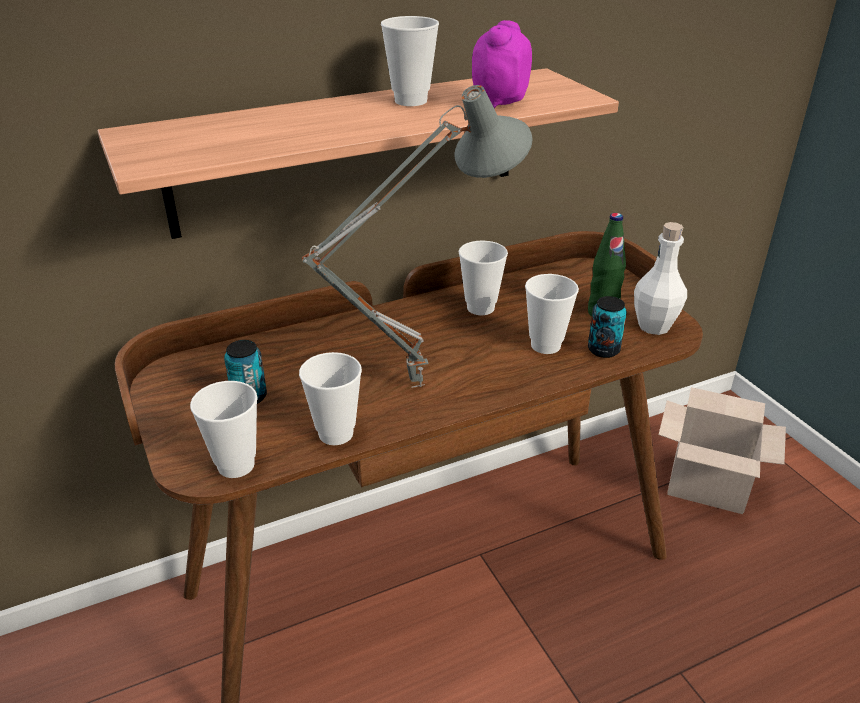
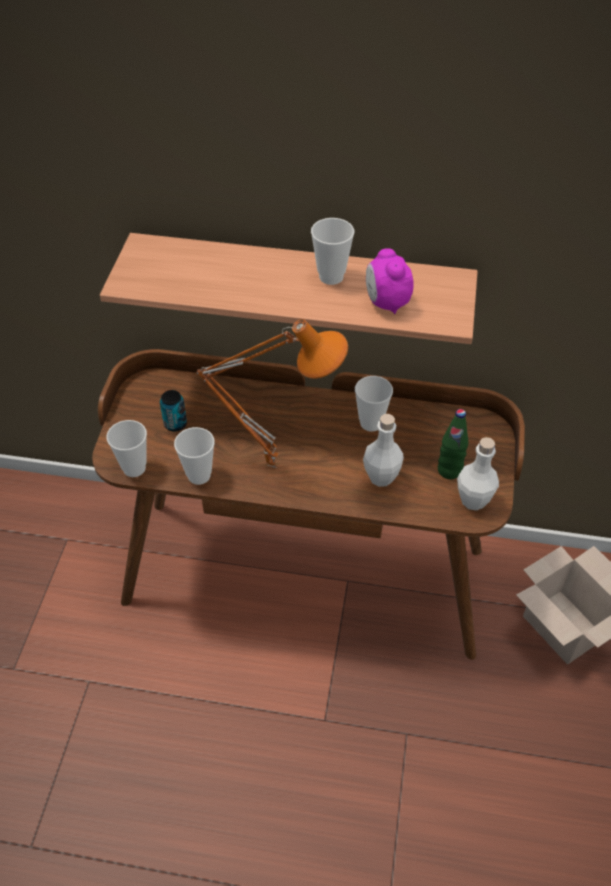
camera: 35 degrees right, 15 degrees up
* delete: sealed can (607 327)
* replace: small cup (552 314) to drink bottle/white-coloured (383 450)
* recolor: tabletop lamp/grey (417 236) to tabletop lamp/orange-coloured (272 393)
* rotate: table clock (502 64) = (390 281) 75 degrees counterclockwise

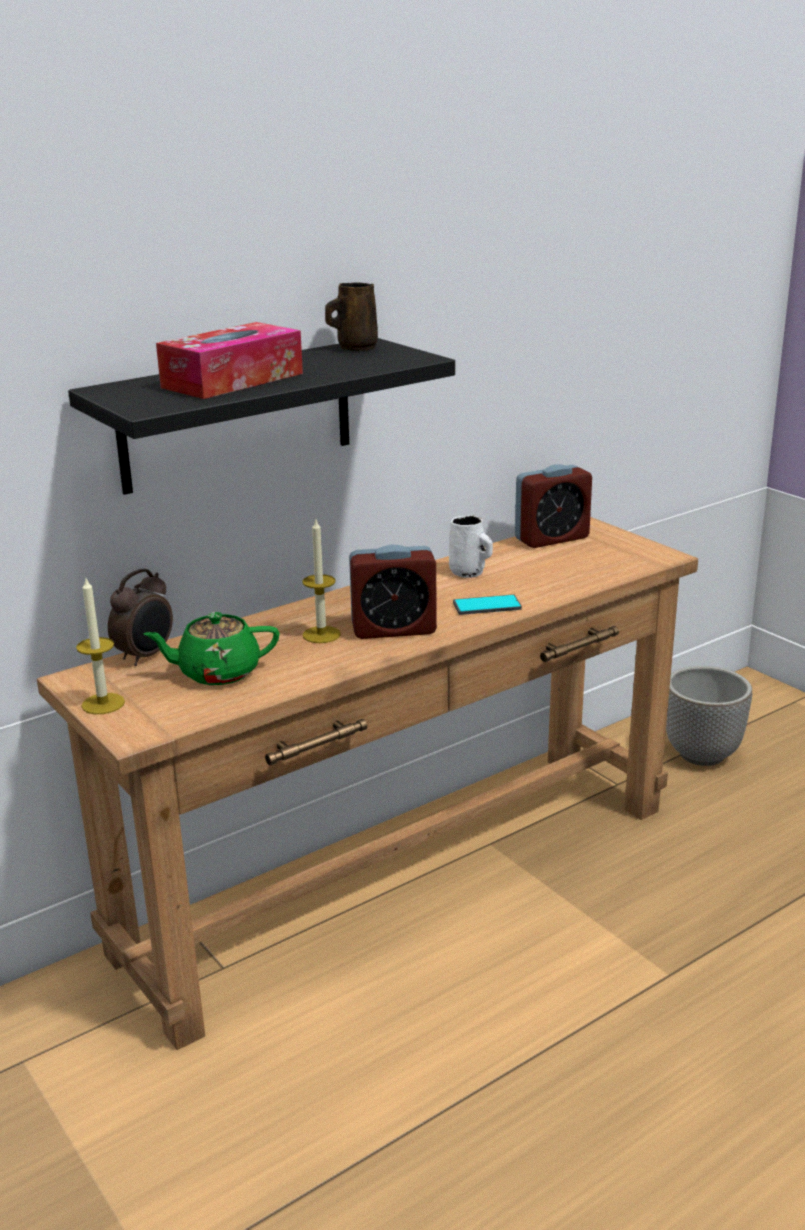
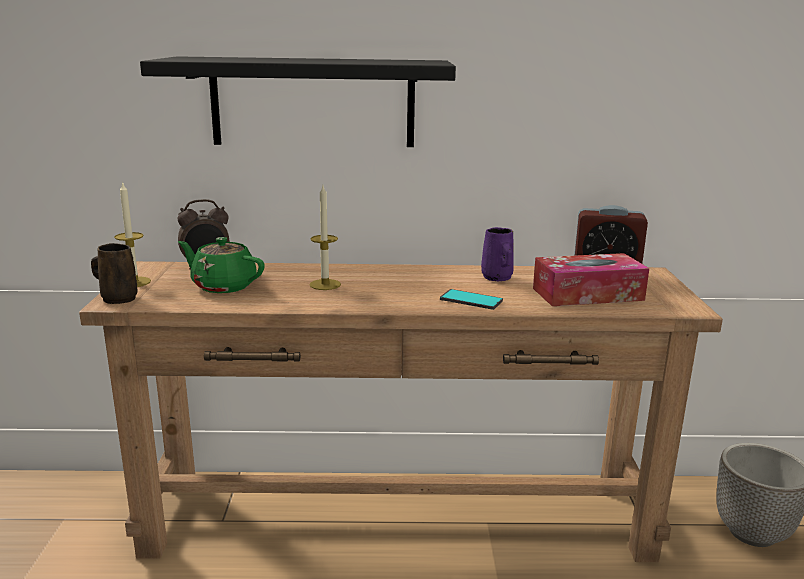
camera: 35 degrees right, 5 degrees down
* delete: table clock (393 592)
* move: tissue holder (229 360) to (591 279)
* move: mug/brownish (351 316) to (114 273)
* recolor: mug/white-coloured (471 546) to mug/purple-coloured (497 254)

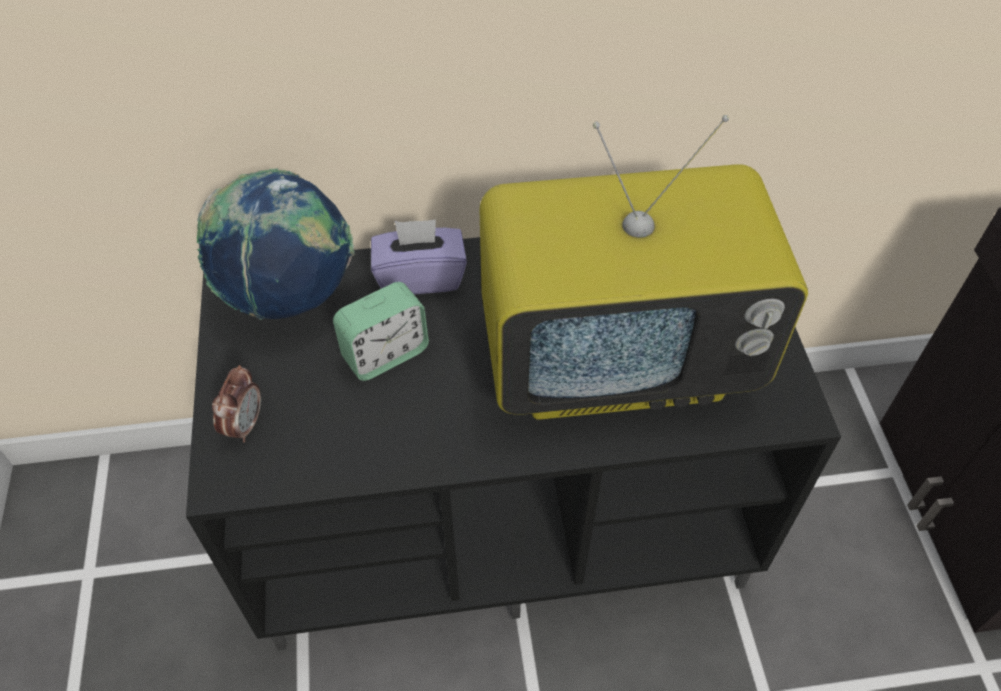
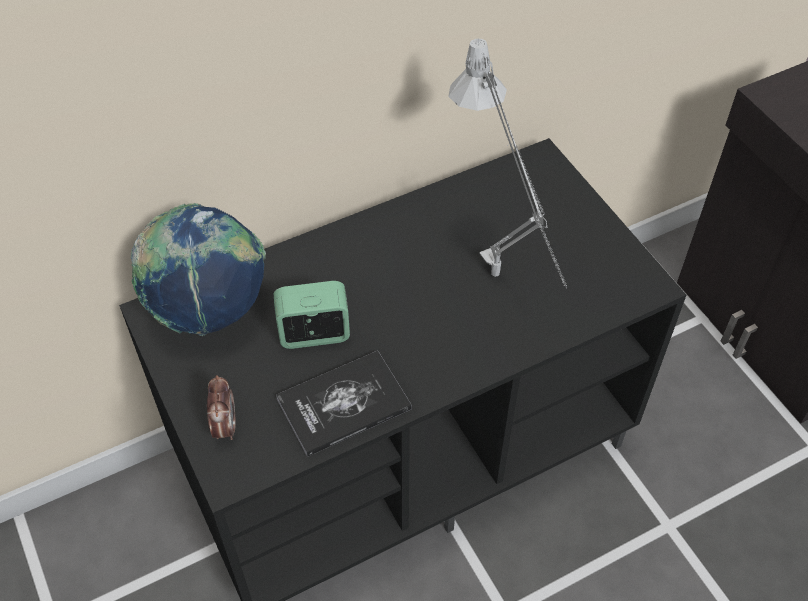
camera: 20 degrees left, 0 degrees up
* delete: tissue holder/purple-coloured (419 257)
* insert: book (344 404)
* replace: television (644 267) to tabletop lamp/grey (507 163)
* rotate: table clock (381 331) = (312 315) 135 degrees counterclockwise

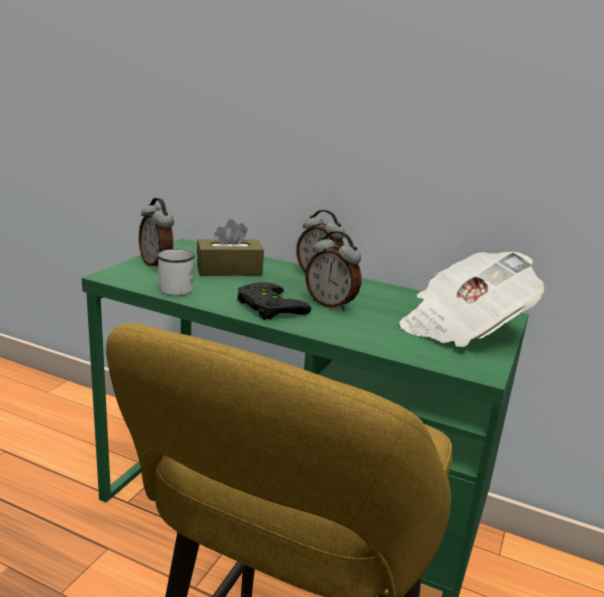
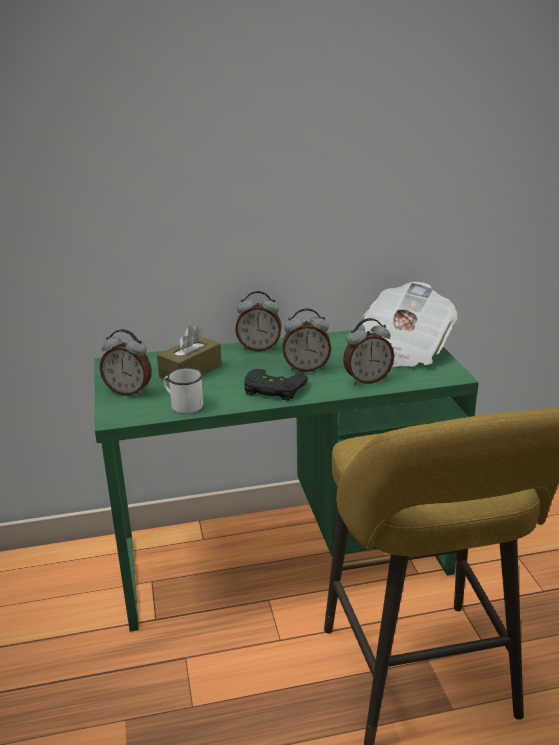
camera: 35 degrees left, 5 degrees up
* insert: table clock (368 351)

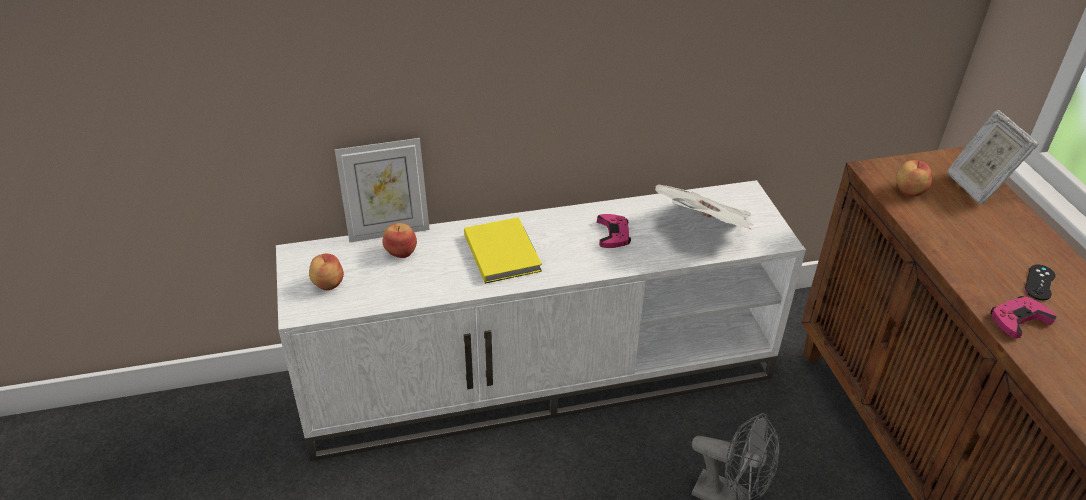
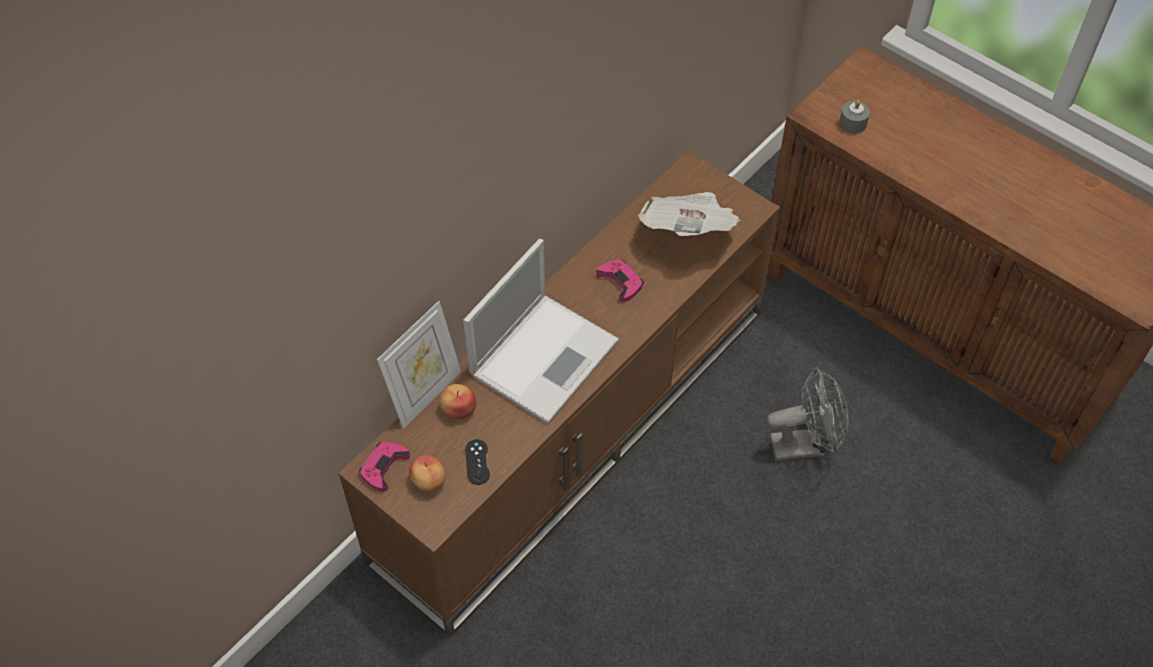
camera: 35 degrees left, 15 degrees up
* delete: standing frame (992 157)
* move: game controller/pink (1024 317) to (384 467)
* move: game controller/blackish (1040 282) to (477 462)
* replace: book/yellow-coloured (503 250) to notebook computer (541 331)
* replace: apple fruit (914 178) to candle/grey (854 117)
* recolor: tv unit/white-coloured (541 320) to tv unit/brownish (559 394)

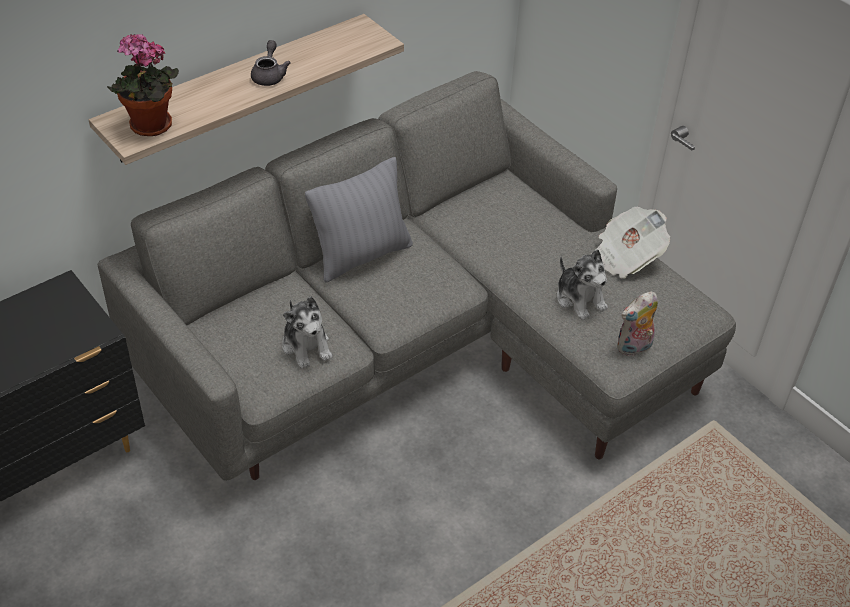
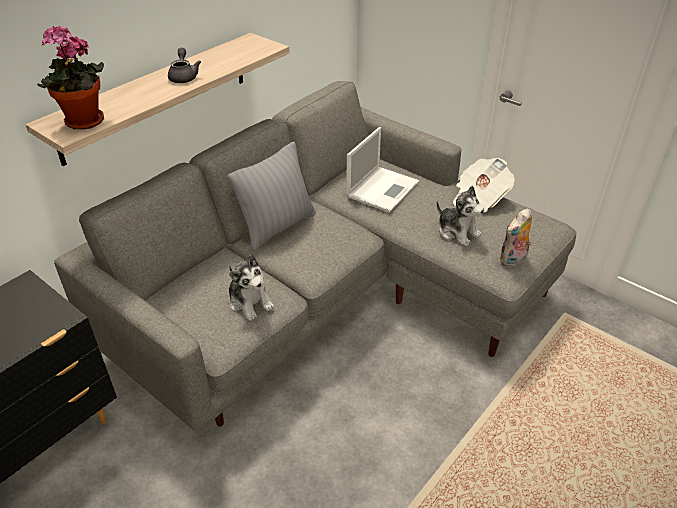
camera: 10 degrees left, 5 degrees down
* insert: notebook computer (382 170)

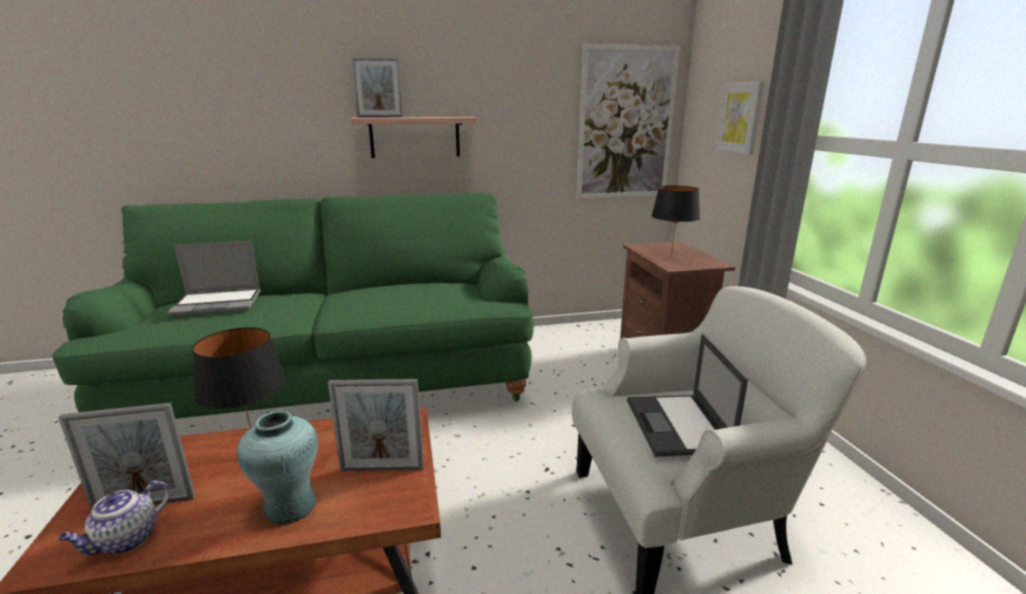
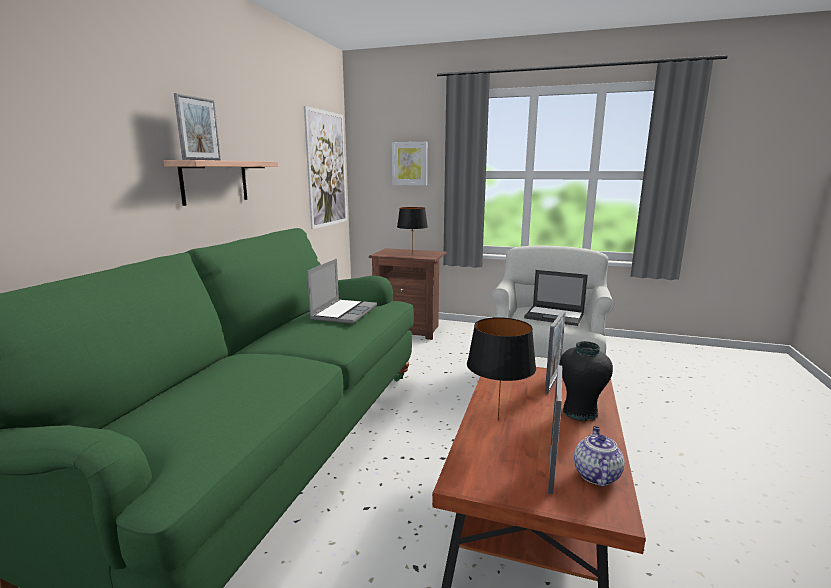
camera: 60 degrees left, 5 degrees down
* move: notebook computer (214 279) to (342 291)
* recolor: decorative vase/turquoise-coloured (277 468) to decorative vase/blackish (586 381)
* rotate: pot for tea (114 517) = (599 456) 135 degrees counterclockwise

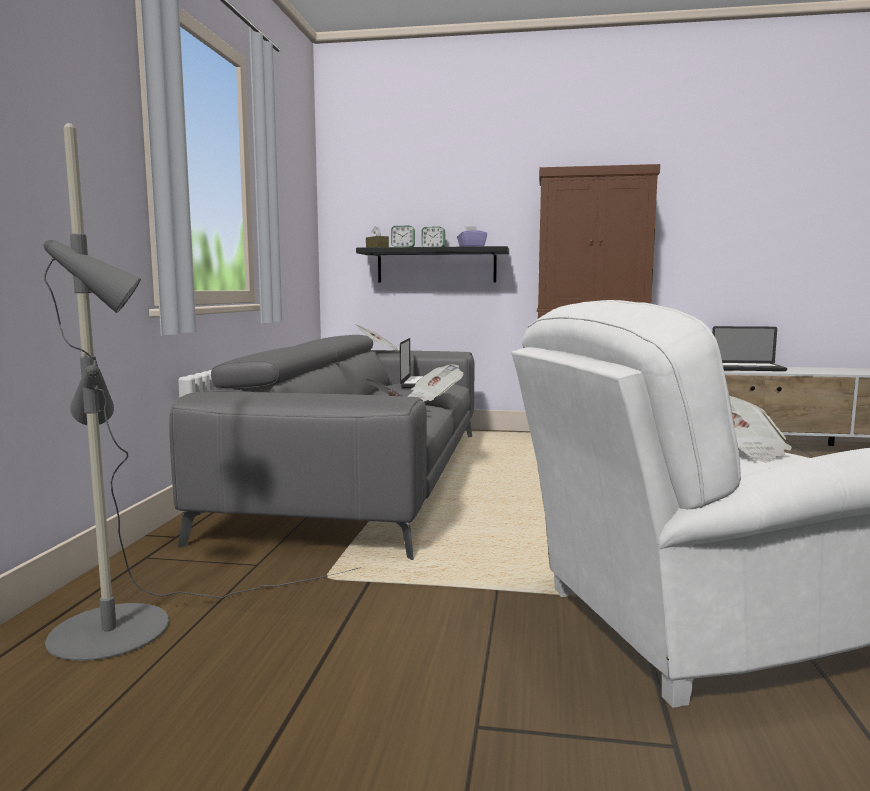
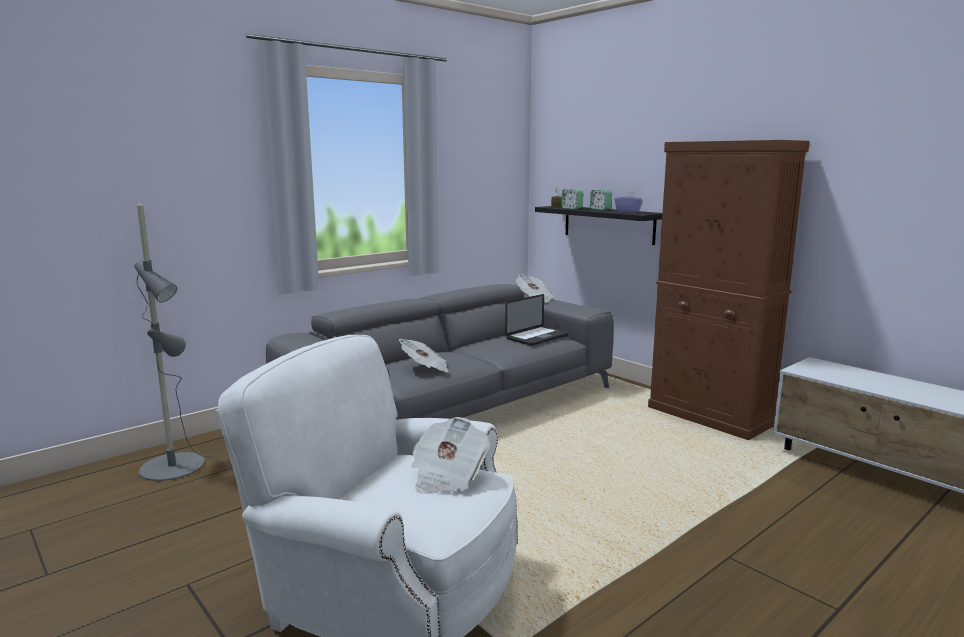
camera: 40 degrees right, 5 degrees up
* delete: daily paper (435 383)
* delete: notebook computer (749 348)

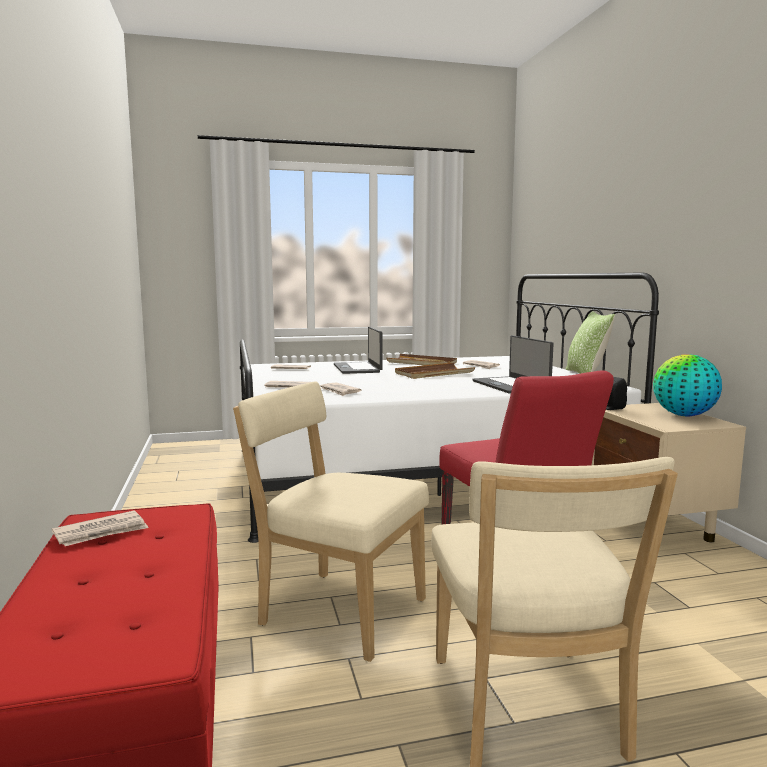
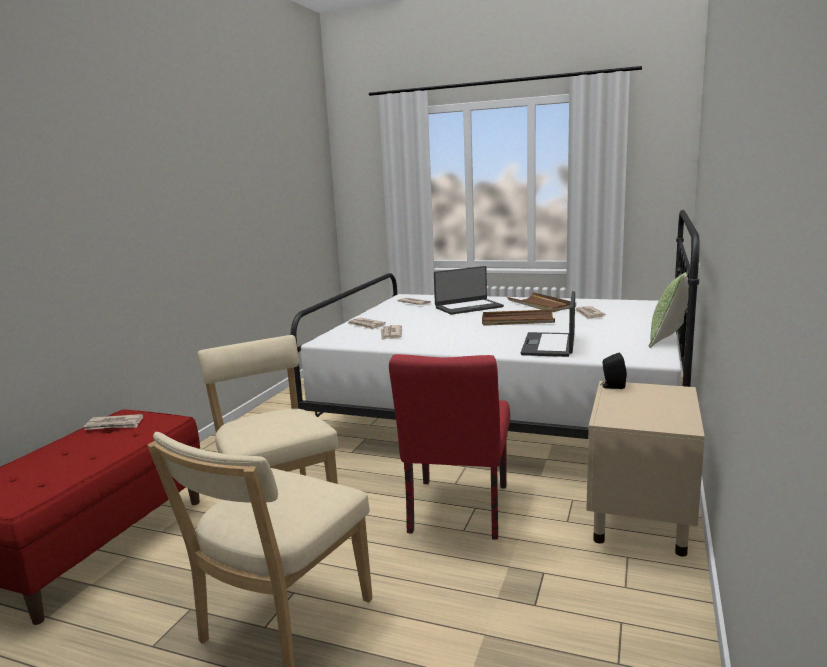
camera: 35 degrees right, 5 degrees up
* delete: desk globe (687 385)
* rotate: notebook computer (358 350) = (469 290) 135 degrees counterclockwise

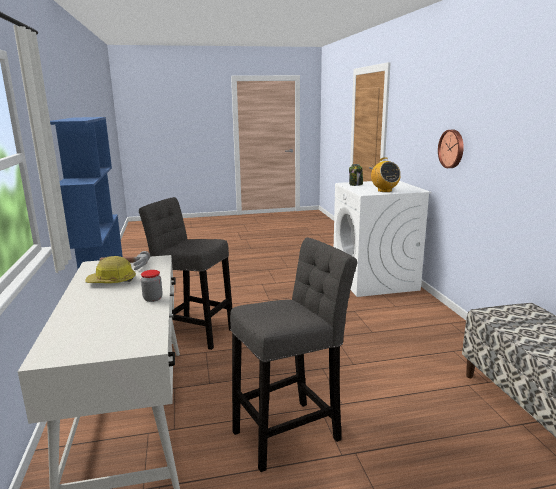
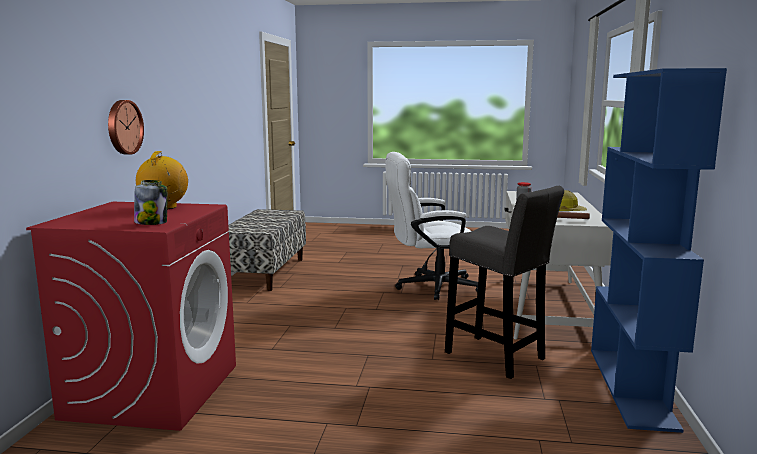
camera: 160 degrees left, 5 degrees down
* replace: stool/grey (293 354) to desk chair/white-coloured (431 226)
* recolor: washing machine/white-coloured (382 239) to washing machine/red-coloured (131 316)

